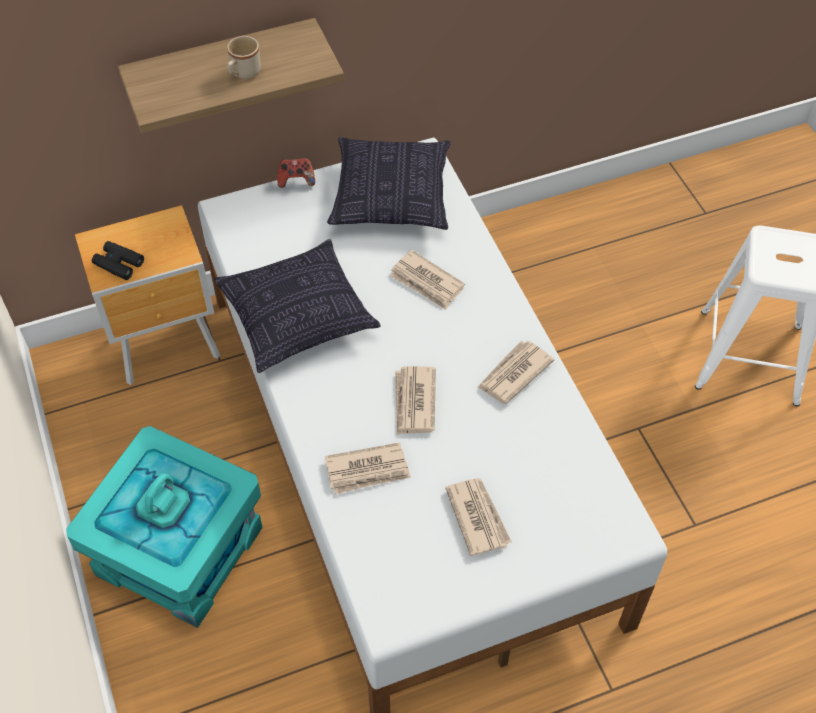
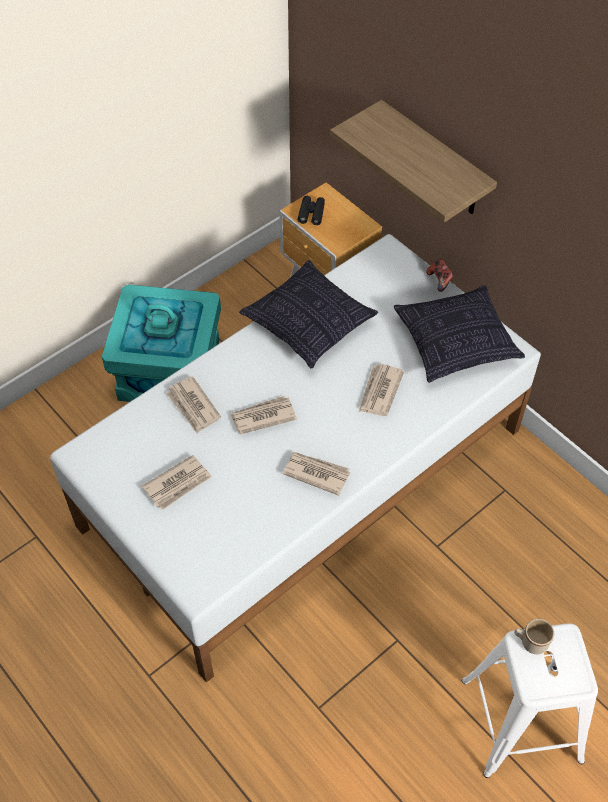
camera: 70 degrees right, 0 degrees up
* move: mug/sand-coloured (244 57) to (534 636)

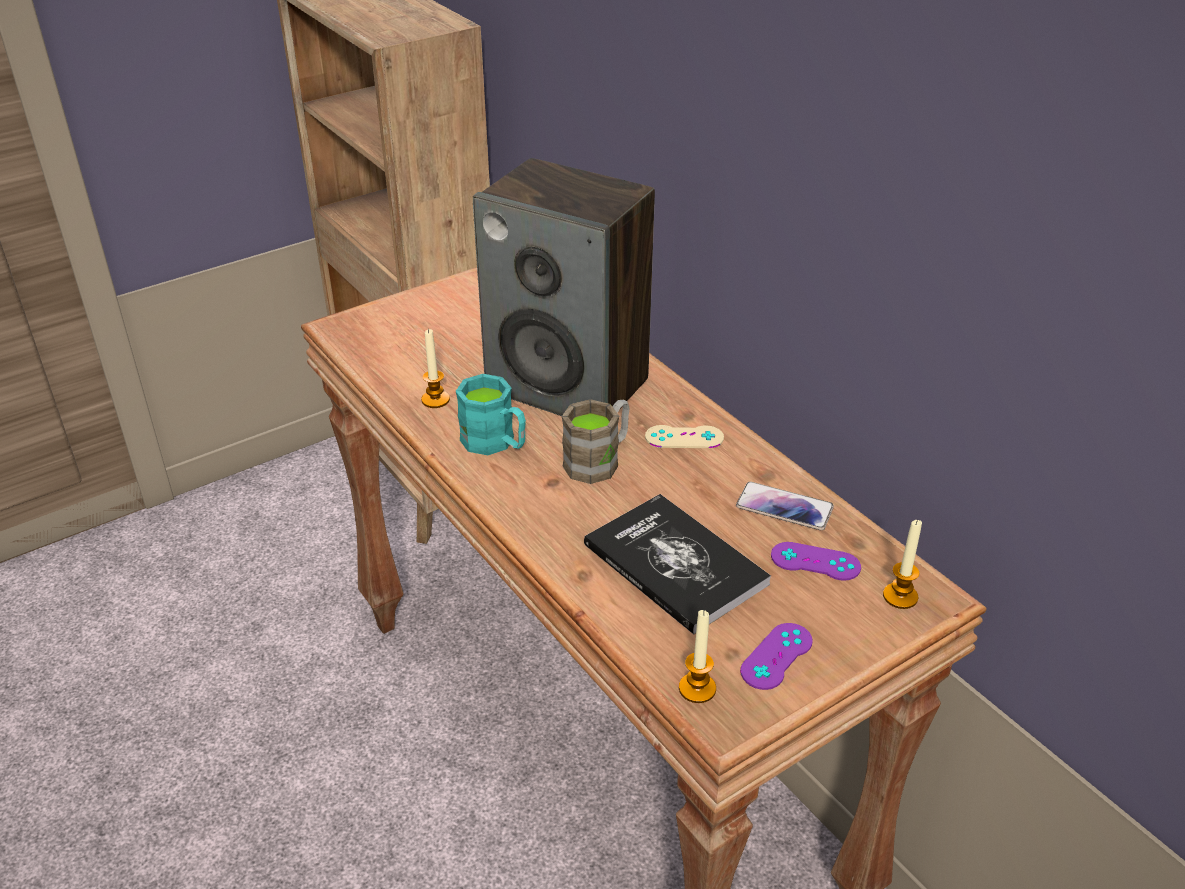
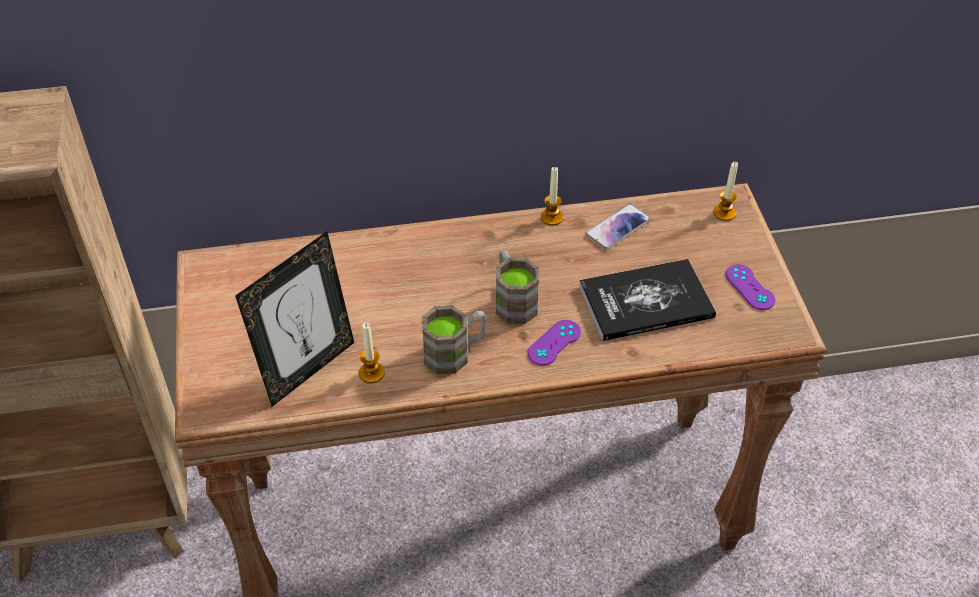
camera: 65 degrees left, 10 degrees up
* delete: speaker (564 287)
* delete: game controller/sand-coloured (684 436)
* insert: standing frame (294 319)
* move: candle (697 656) to (552 196)
* move: game controller/purple-coloured (816 561) to (554 343)
* recolor: mug/turquoise-coloured (491 414) to mug/brownish (454 340)

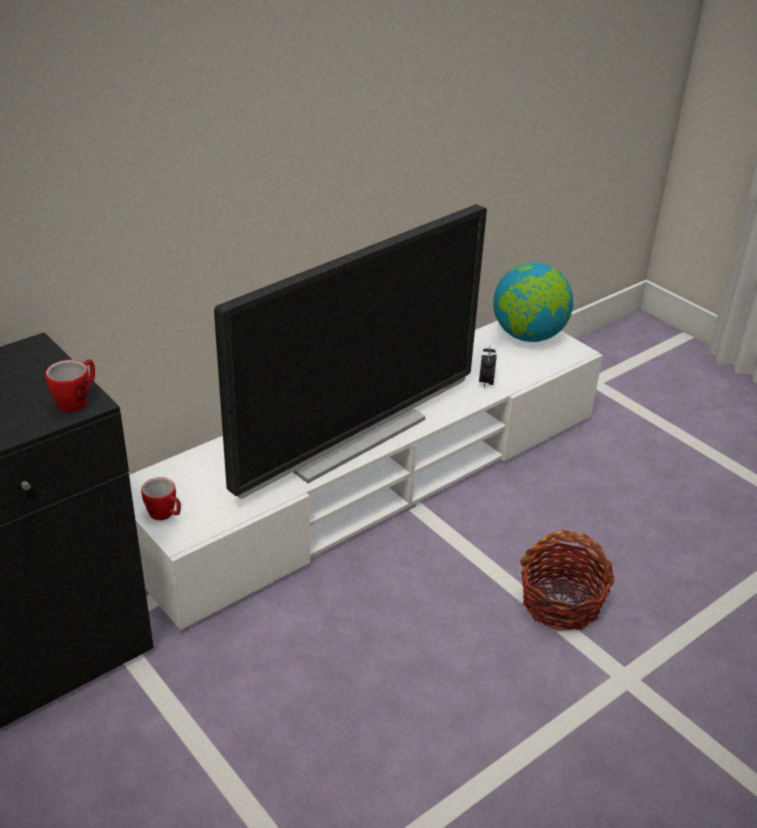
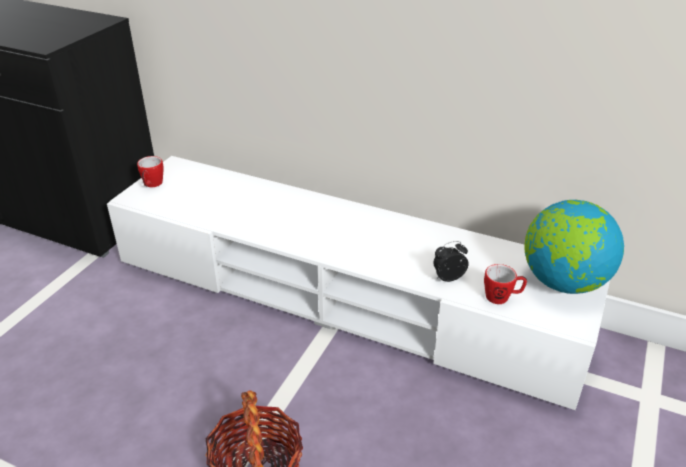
camera: 65 degrees right, 0 degrees up
* delete: television (350 351)
* move: mug (70 386) to (505 284)

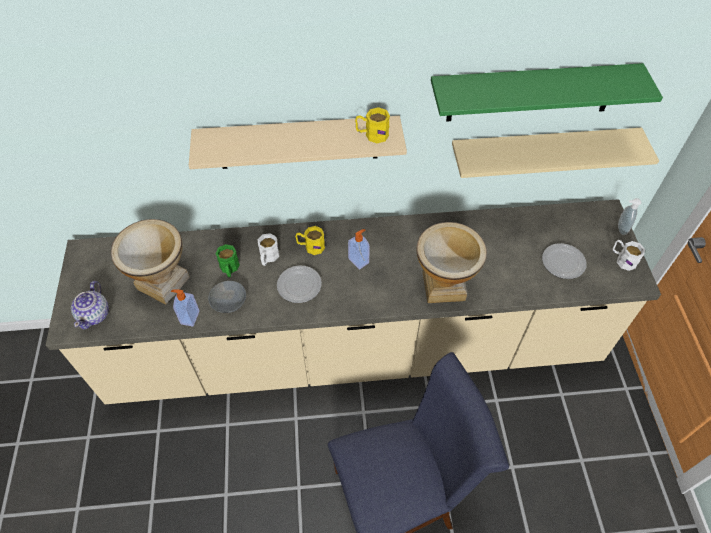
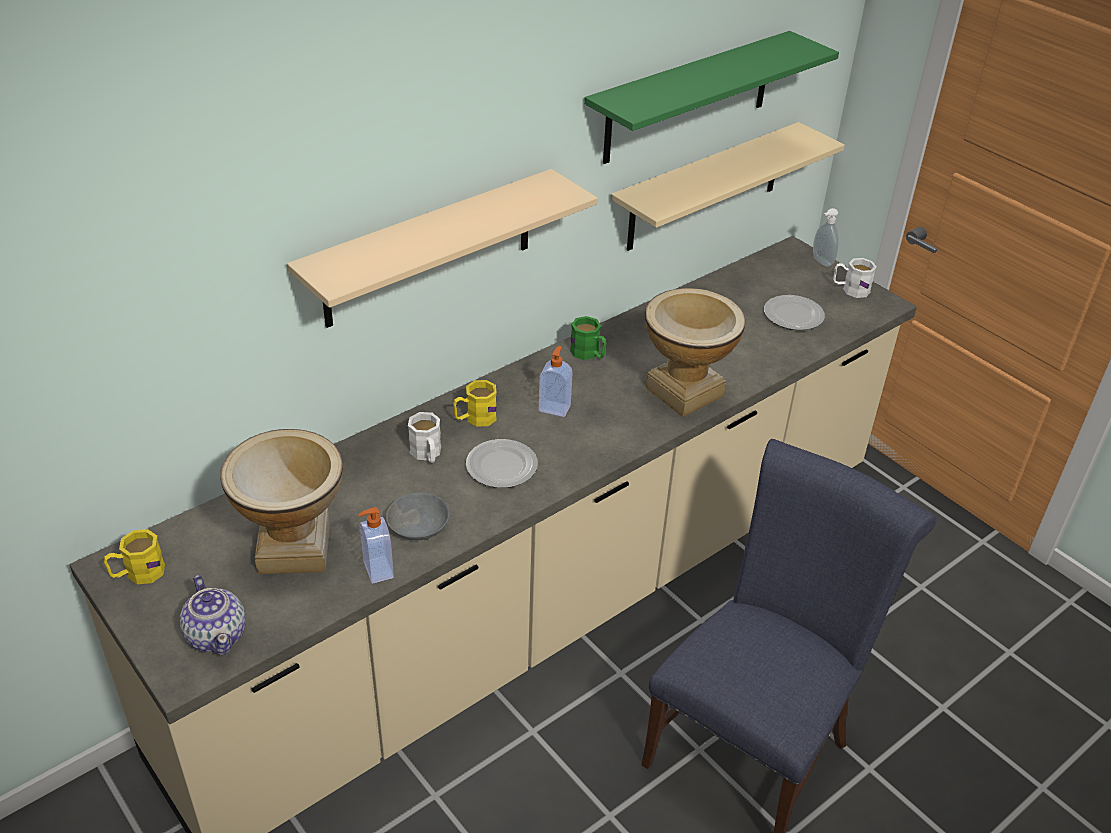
camera: 35 degrees left, 15 degrees down
* move: mug/green (227 260) to (588 338)
* move: mug/yellow-coloured (372 125) to (134 556)

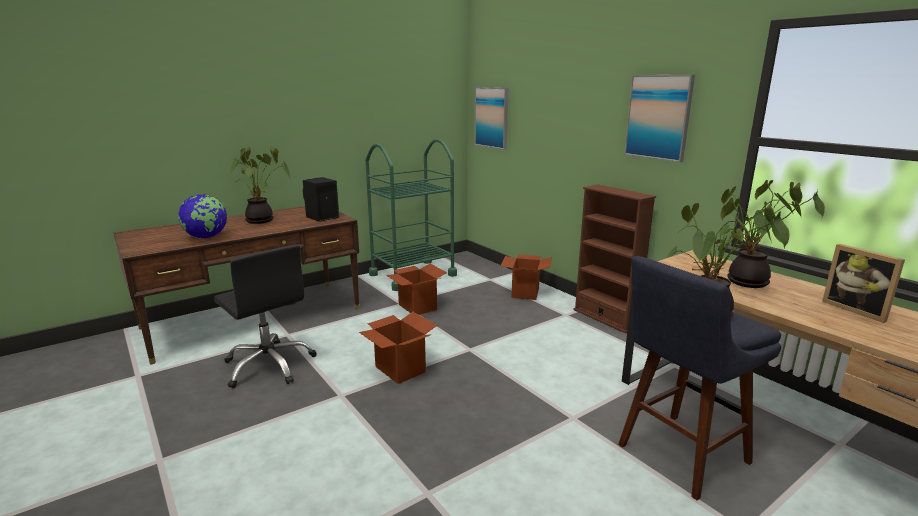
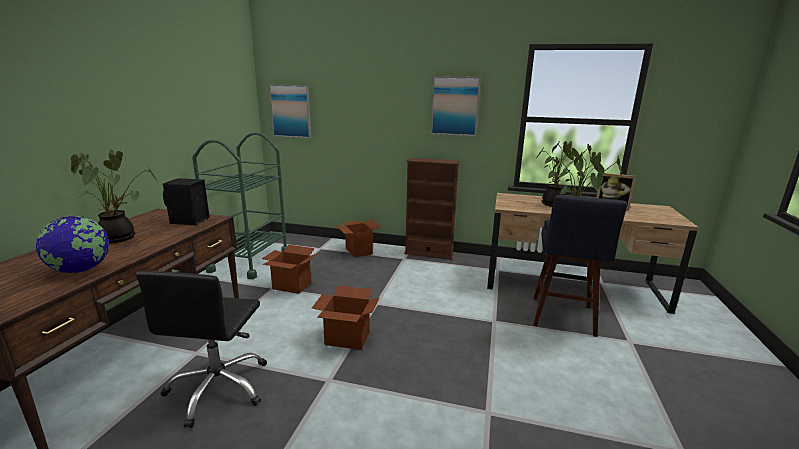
camera: 40 degrees left, 0 degrees up
* rotate: desk chair/blackish (265 316) = (201 349) 90 degrees clockwise

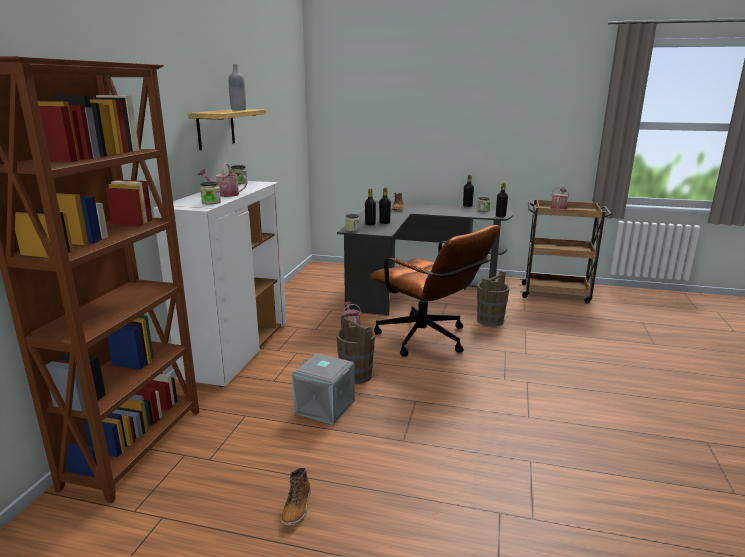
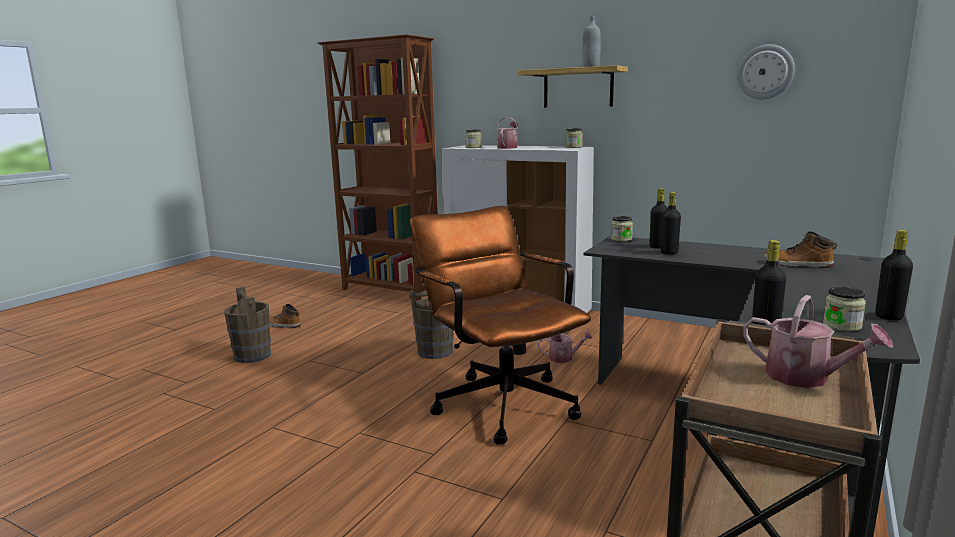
camera: 105 degrees right, 5 degrees down
* delete: storage container/grey (323 389)
* insert: clock on the wall (766 71)
* move: water bucket/brownish (493 298) to (247 325)
* rotate: desk chair/brownish (435 291) = (500 325) 90 degrees clockwise

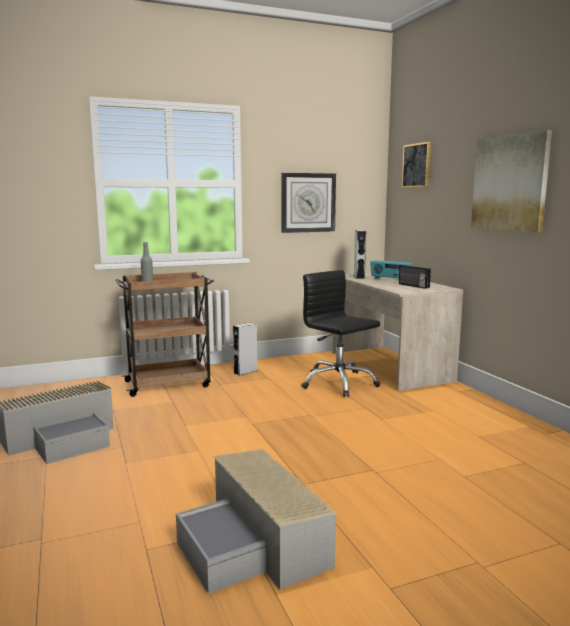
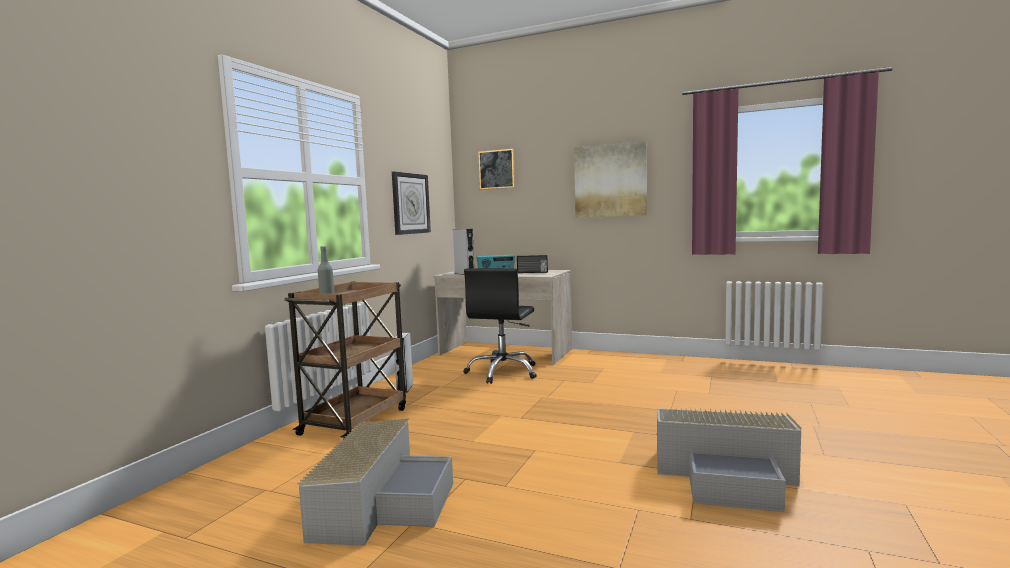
camera: 45 degrees left, 5 degrees down
* rotate: desk chair/blackish (341 333) = (500 326) 75 degrees counterclockwise

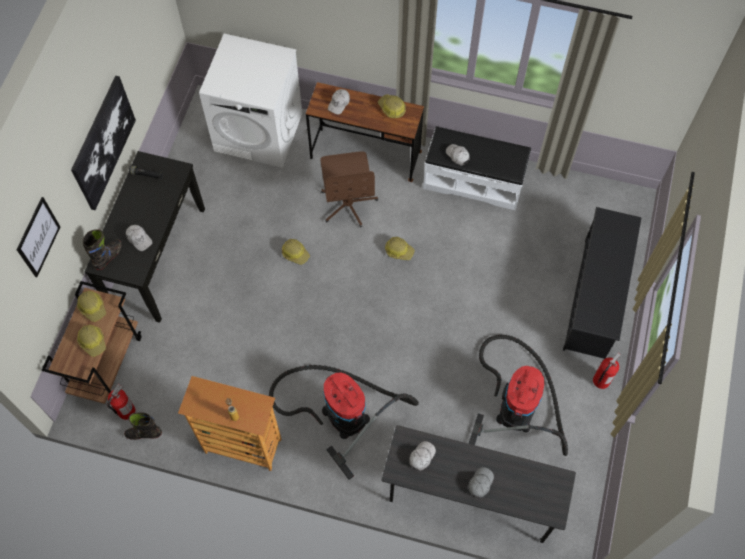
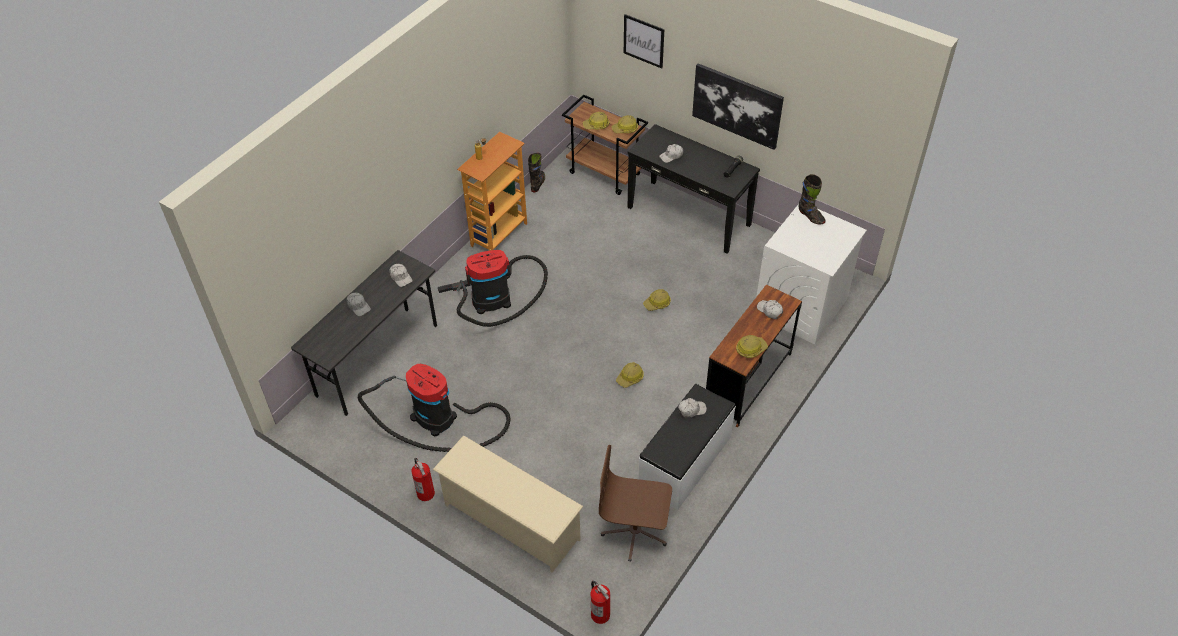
camera: 110 degrees right, 15 degrees down
* move: boot/blackish (102 249) to (812 199)
* move: fire-fighting cylinder (121 402) to (600 602)
* move: desk chair/brownish (349 189) to (635 503)
* recolor: shoe stand/blackish (602 283) to shoe stand/sand-coloured (508 504)

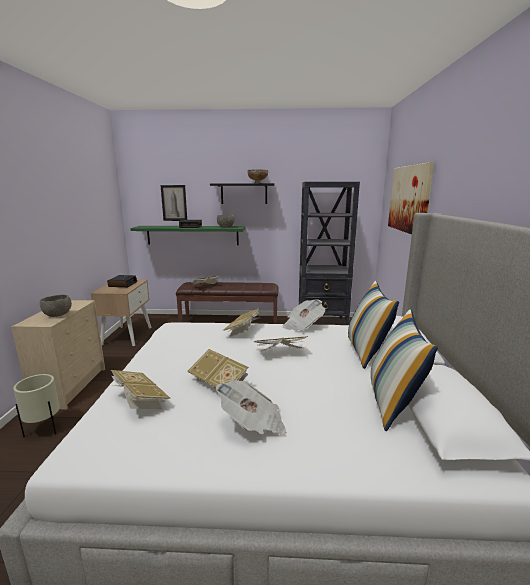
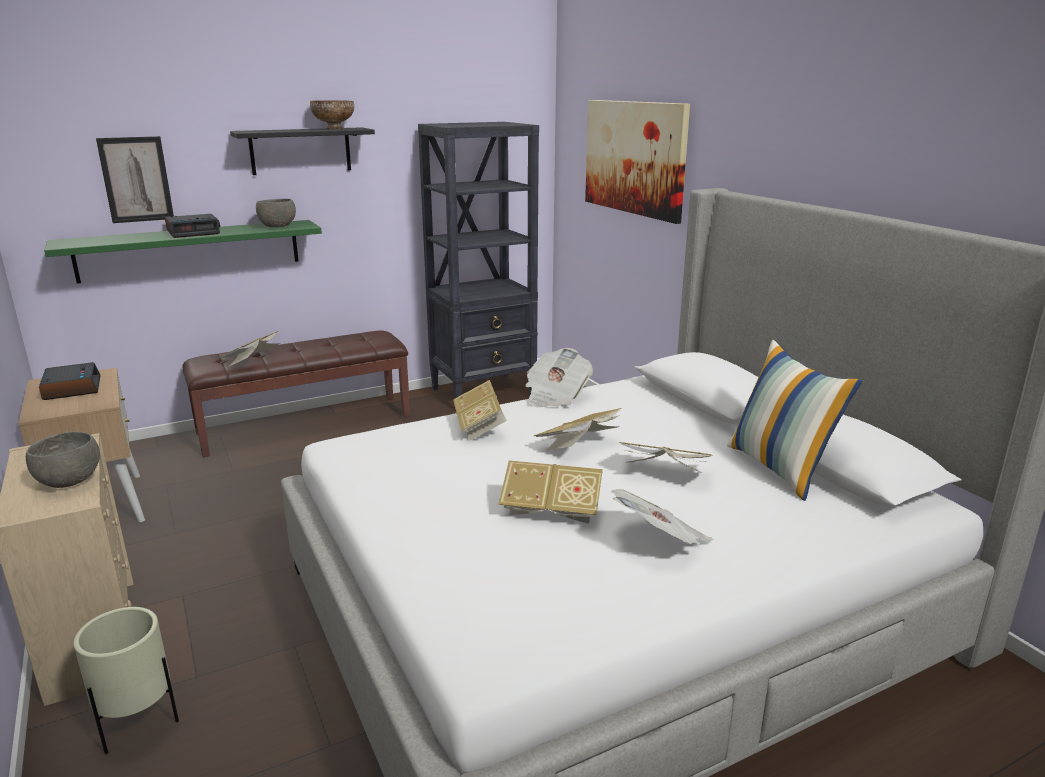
camera: 30 degrees left, 5 degrees up
* delete: cushion (373 325)
* move: book (140 389) to (665 457)

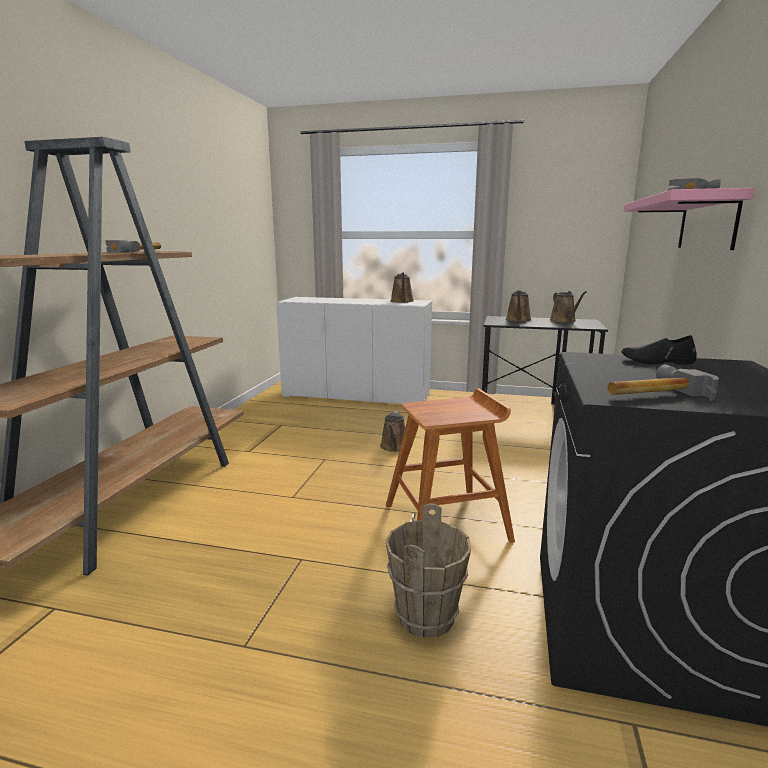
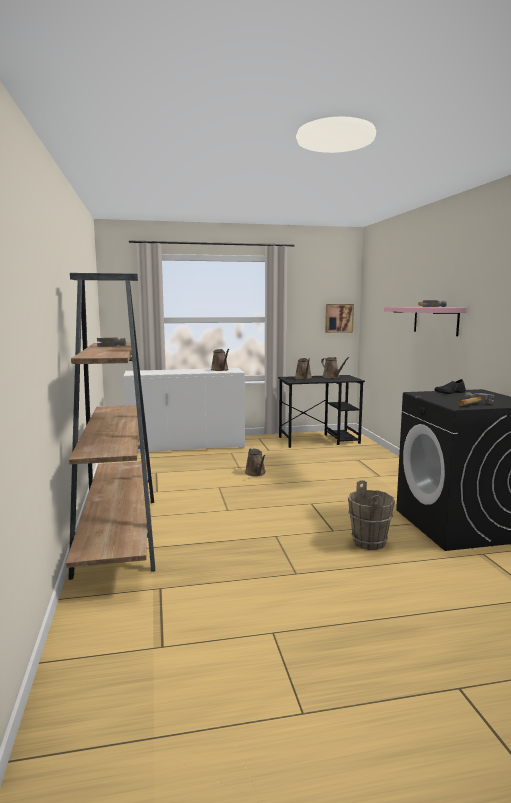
camera: 25 degrees left, 5 degrees down
* delete: stool/brownish (450 465)
* insert: wall picture (339 318)

